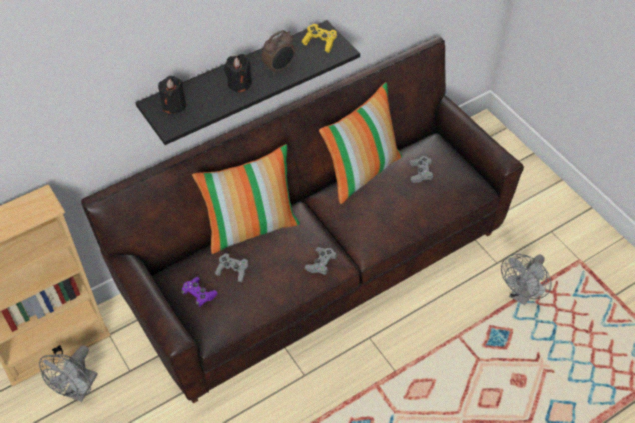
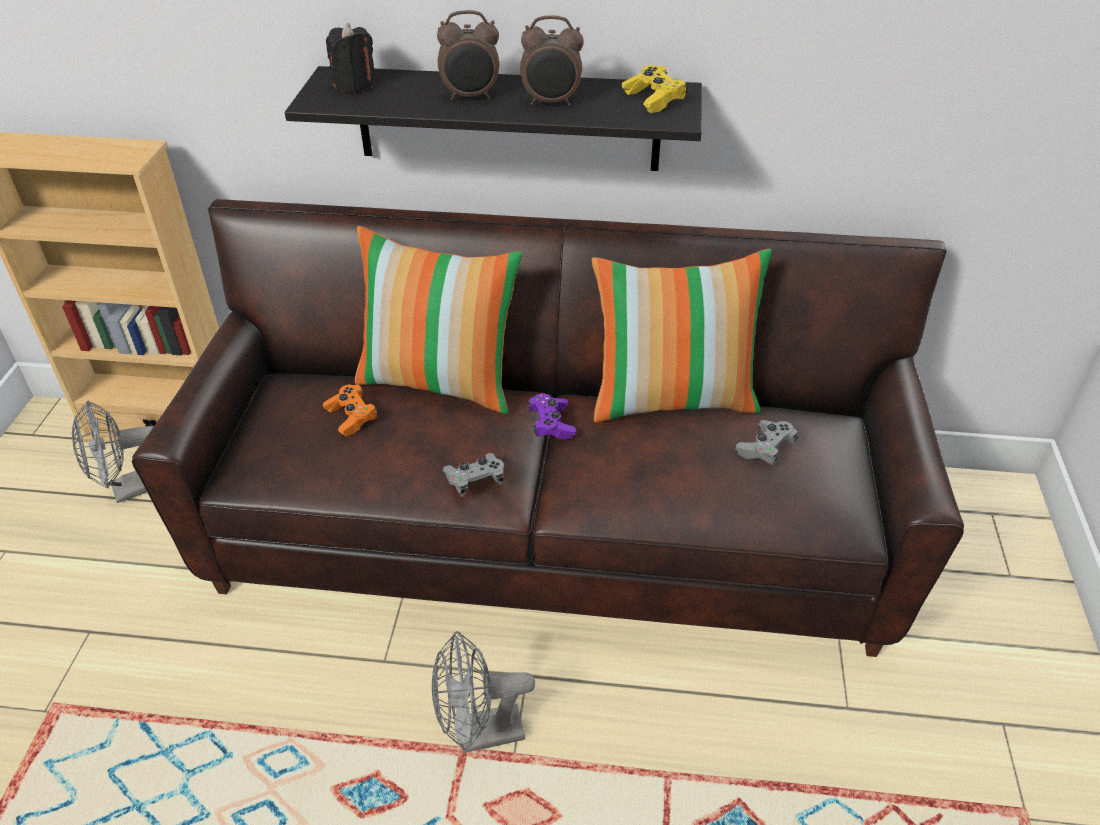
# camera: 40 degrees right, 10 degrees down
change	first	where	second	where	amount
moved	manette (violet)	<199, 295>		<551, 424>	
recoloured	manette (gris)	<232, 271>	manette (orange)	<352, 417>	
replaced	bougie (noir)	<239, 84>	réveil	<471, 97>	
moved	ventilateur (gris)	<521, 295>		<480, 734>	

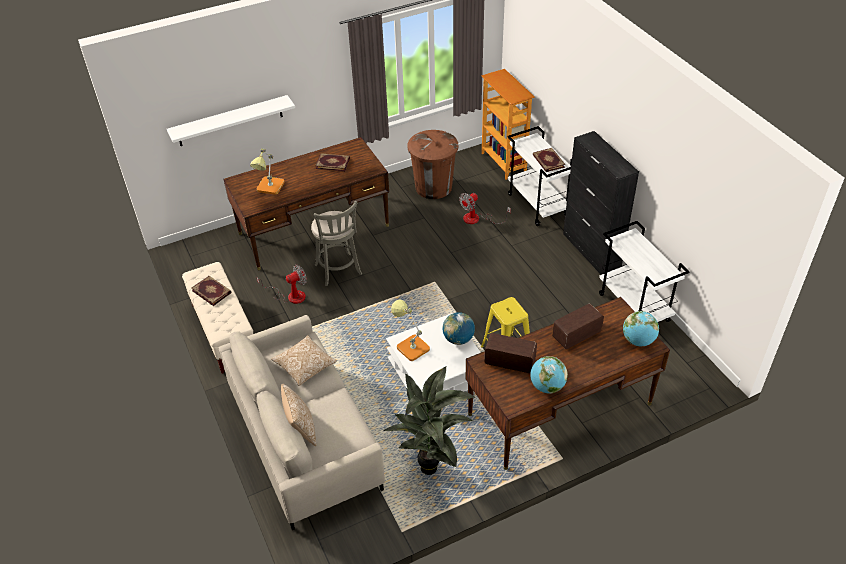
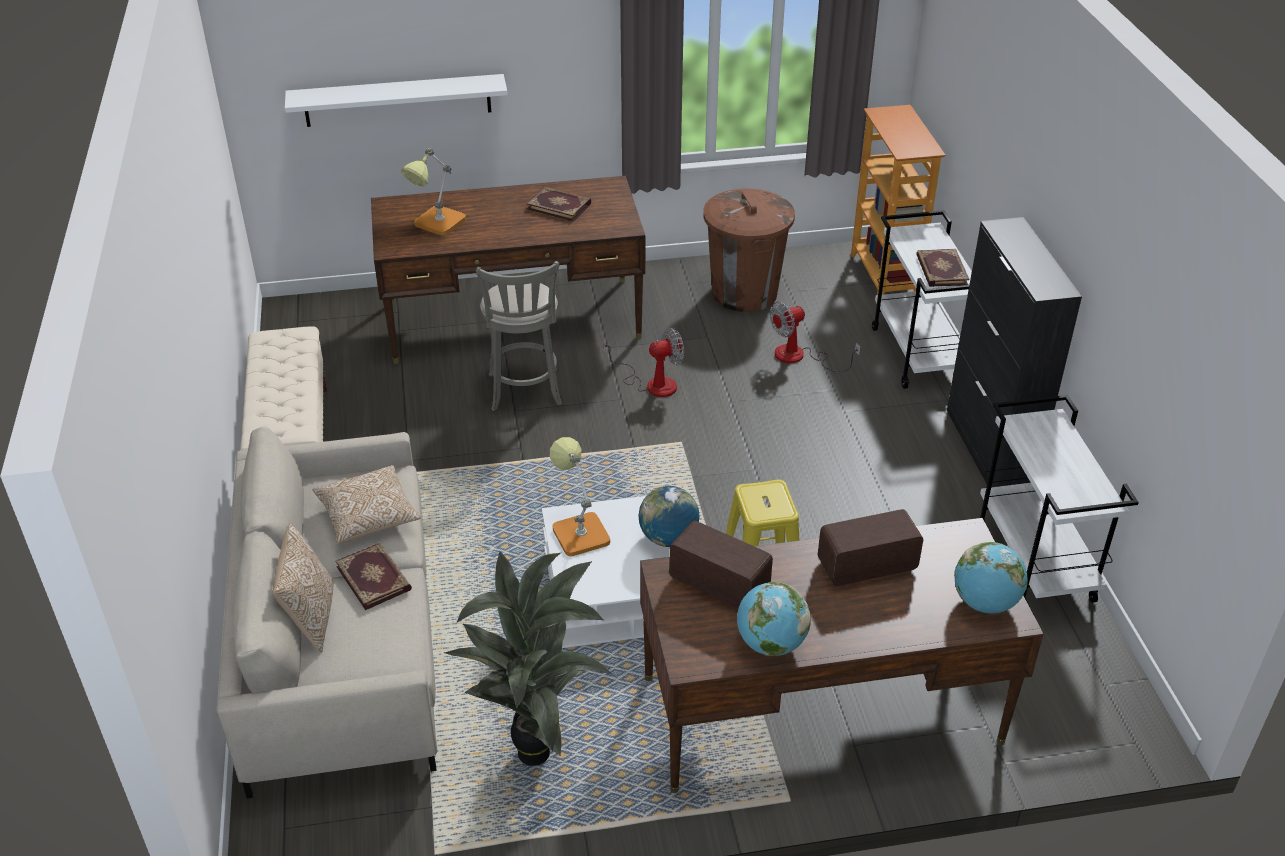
# camera: 15 degrees right, 5 degrees down
change	first	where	second	where	amount
moved	livre	<212, 291>		<375, 578>	
moved	ventilateur	<290, 296>		<652, 383>	

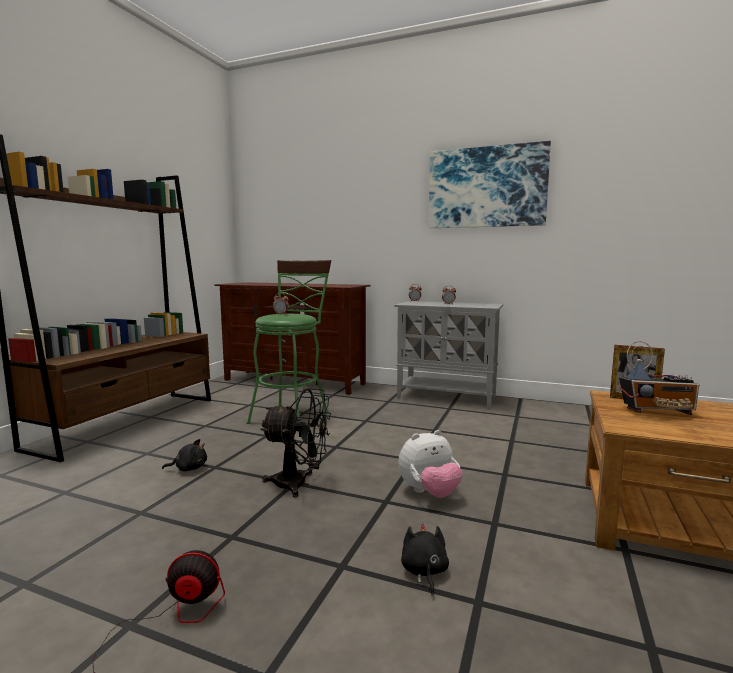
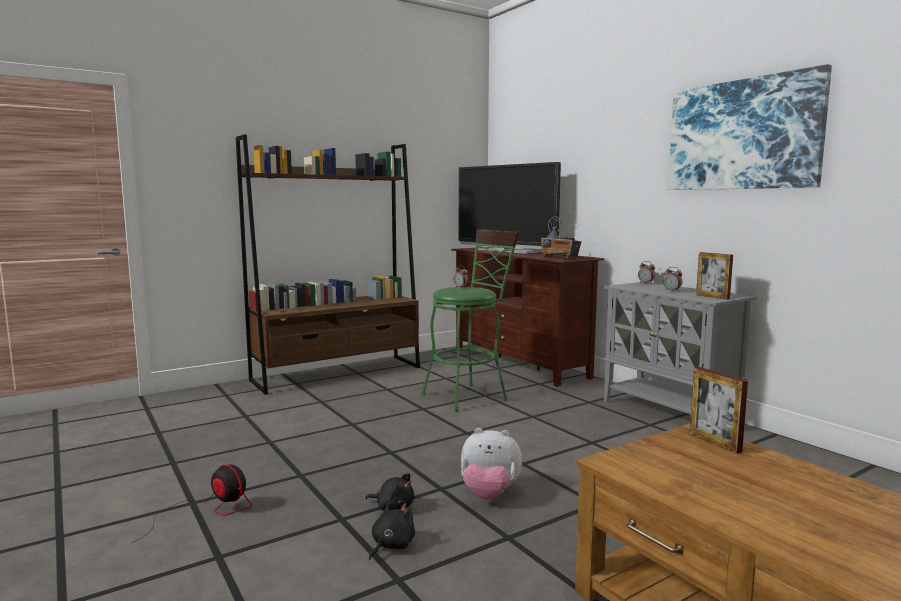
# camera: 35 degrees right, 0 degrees up
change	first	where	second	where	amount
moved	peluche (noir)	<189, 468>		<393, 507>	
removed	ventilateur (noir)	<299, 484>			
moved	radio	<657, 412>		<560, 258>	
added			téléviseur	<507, 251>	
added			cadre photo	<712, 297>	

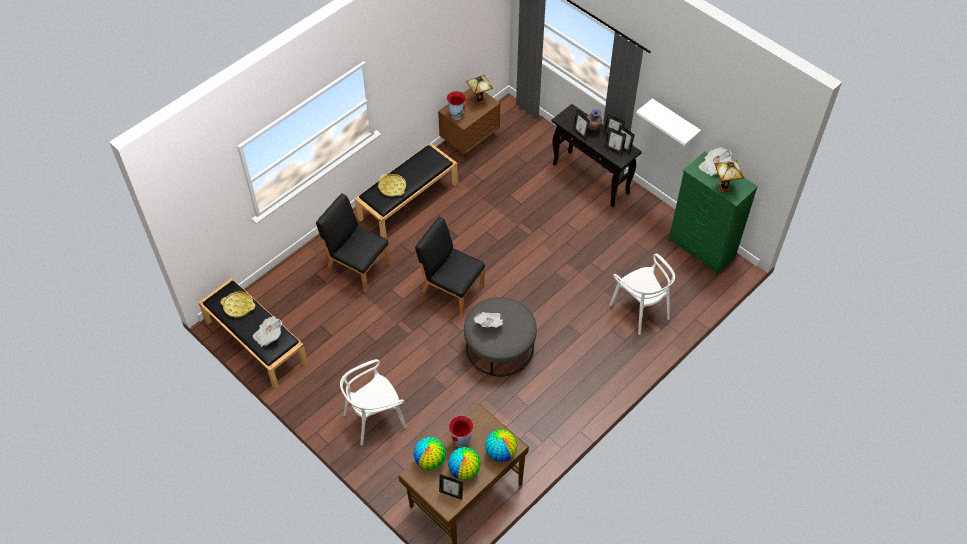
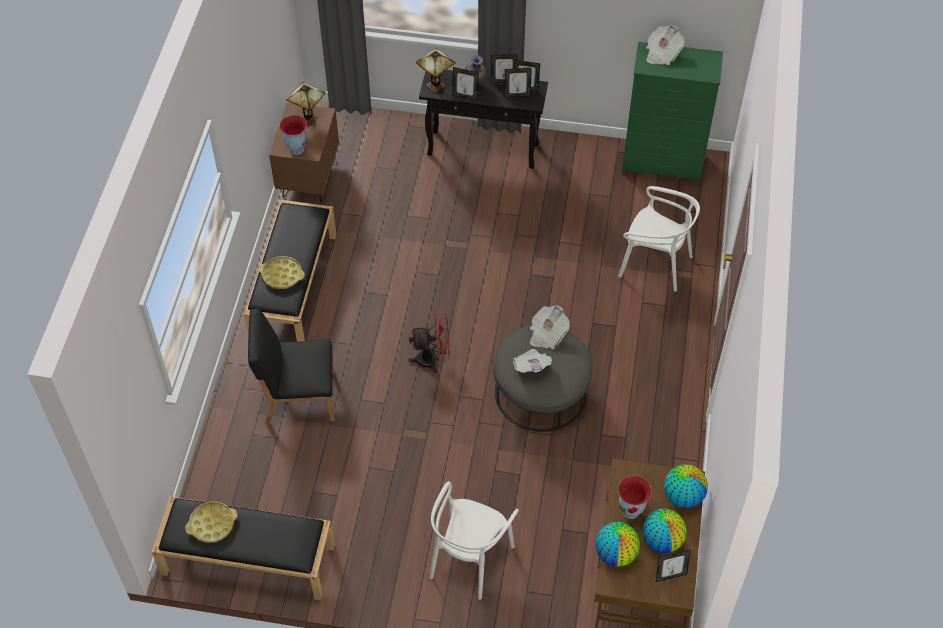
# camera: 35 degrees left, 0 degrees up
change	first	where	second	where	amount
moved	journal	<268, 335>		<547, 334>	
replaced	chaise (noir)	<451, 290>	ventilateur (rouge)	<432, 359>	
removed	étagère (blanc)	<675, 121>			
moved	lampe de table	<724, 187>		<436, 84>	

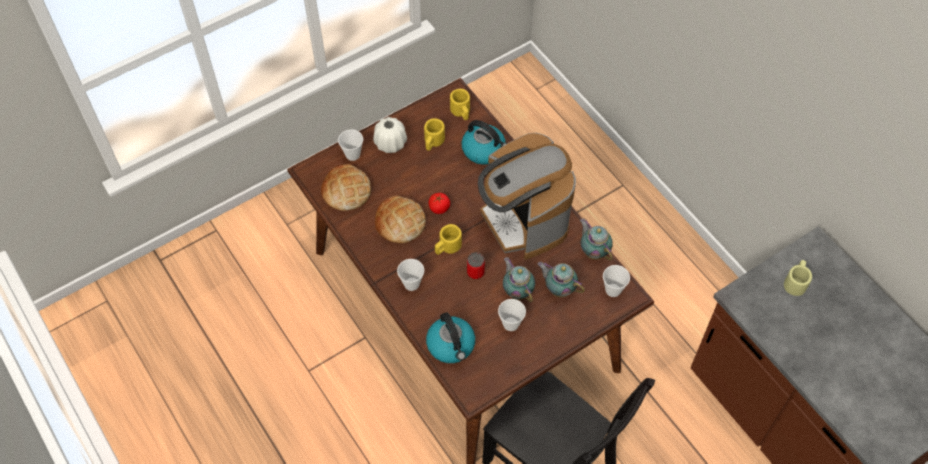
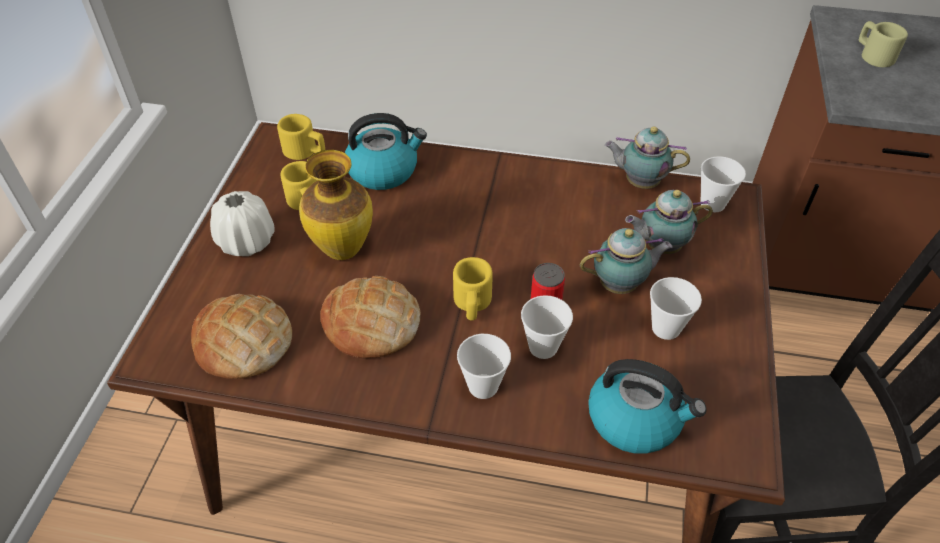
# camera: 45 degrees left, 10 degrees down
change	first	where	second	where	amount
moved	tasse	<352, 155>		<543, 347>	
removed	tomate	<439, 208>			
removed	machine à café	<523, 220>			
turned	théière	<517, 291>		<621, 285>	150 degrees clockwise
added			vase	<343, 249>	

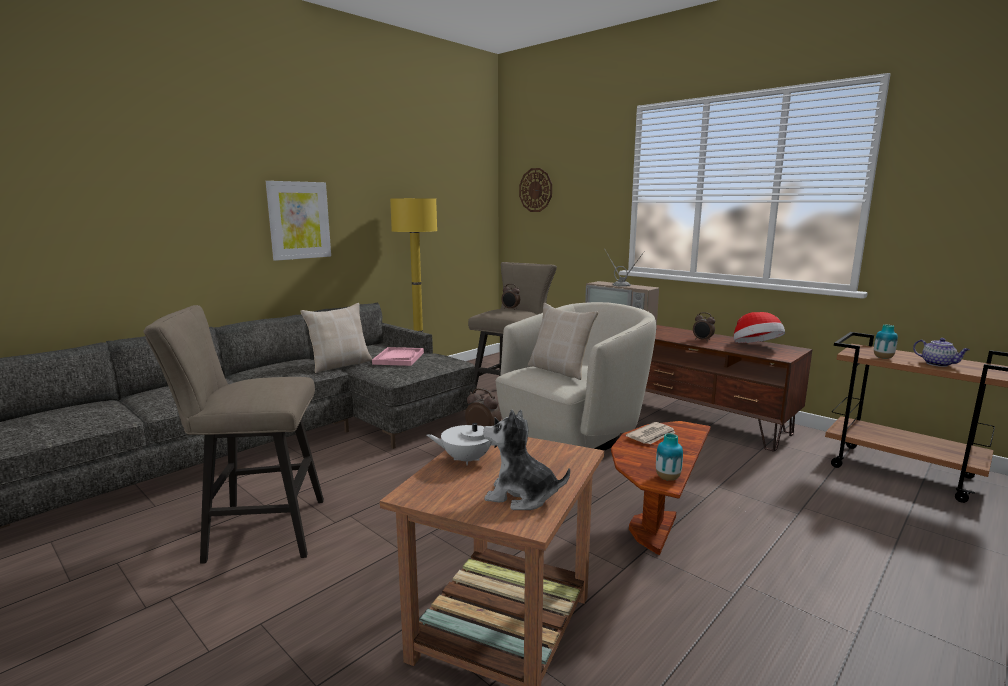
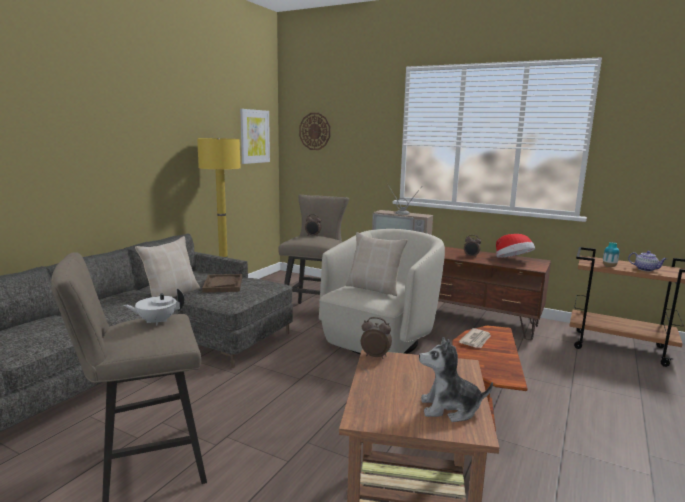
# camera: 15 degrees left, 0 degrees up
change	first	where	second	where	amount
moved	tableau	<299, 220>		<254, 136>	
recoloured	plateau (rose)	<398, 358>	plateau (marron)	<223, 284>	
moved	théière (blanc)	<466, 459>		<156, 321>	
removed	vase	<667, 478>			

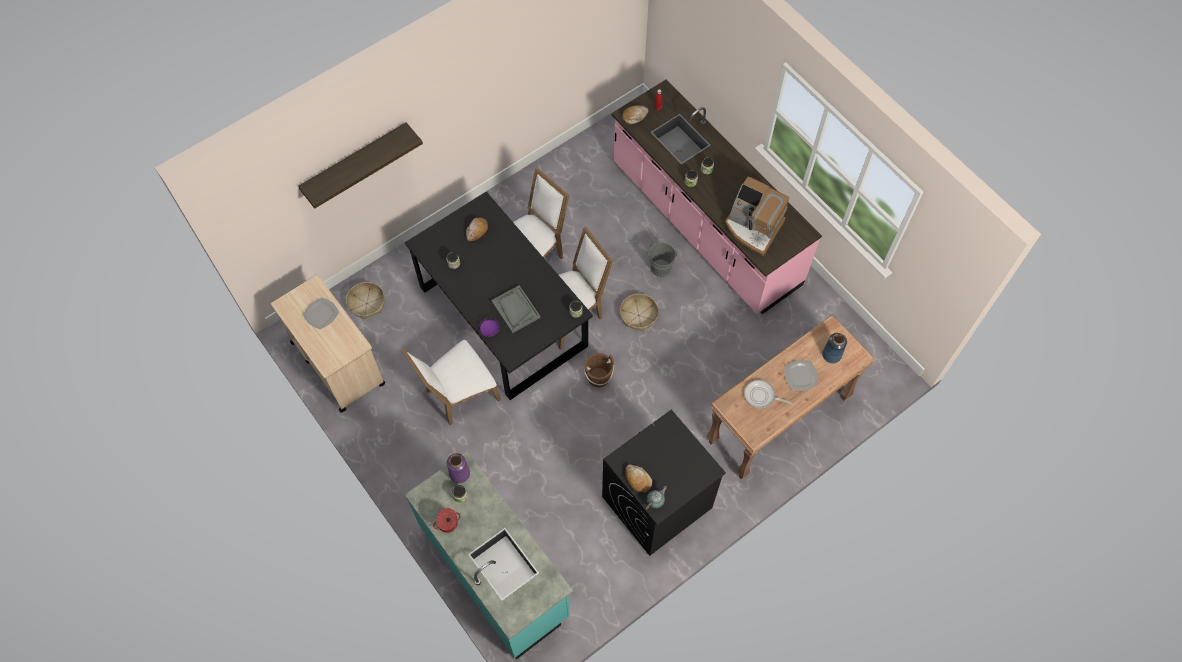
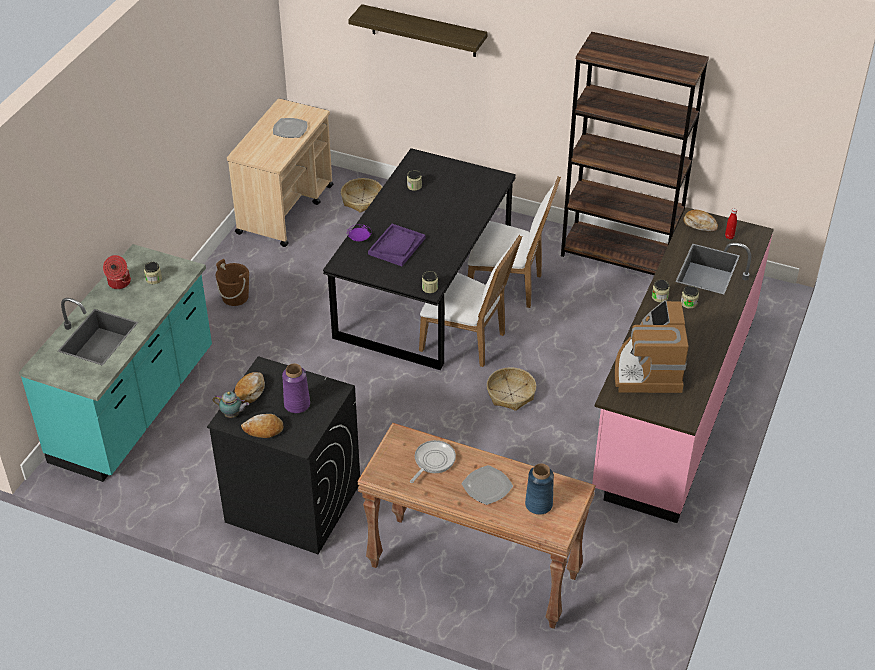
# camera: 60 degrees right, 20 degrees down
change	first	where	second	where	amount
removed	chaise (blanc)	<458, 395>			
moved	vase (violet)	<459, 474>		<297, 404>	
moved	pain	<477, 231>		<263, 430>	
recoloured	plateau (gris)	<515, 309>	plateau (violet)	<396, 246>	
moved	seau (marron)	<598, 377>		<235, 297>	
removed	seau (gris)	<660, 266>			
turned	poêle	<761, 396>		<433, 461>	45 degrees clockwise
added			bibliothèque (marron)	<619, 256>	

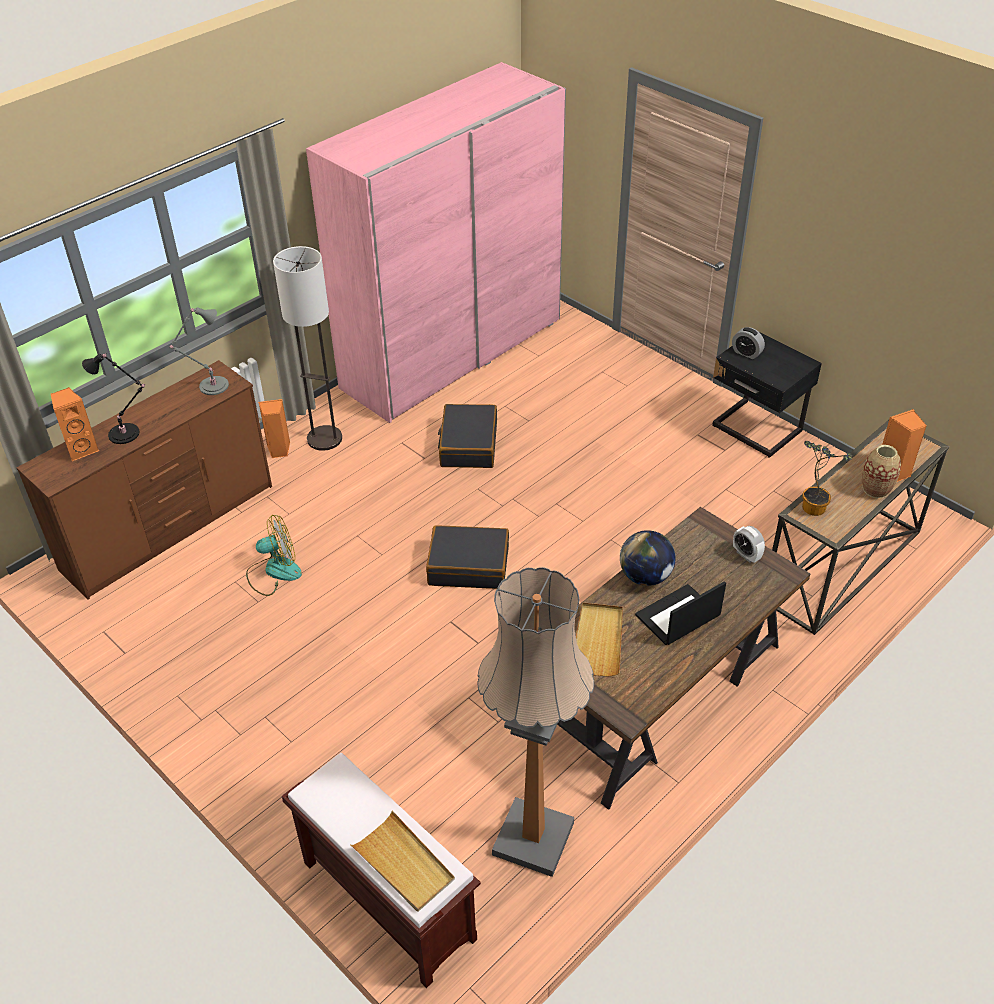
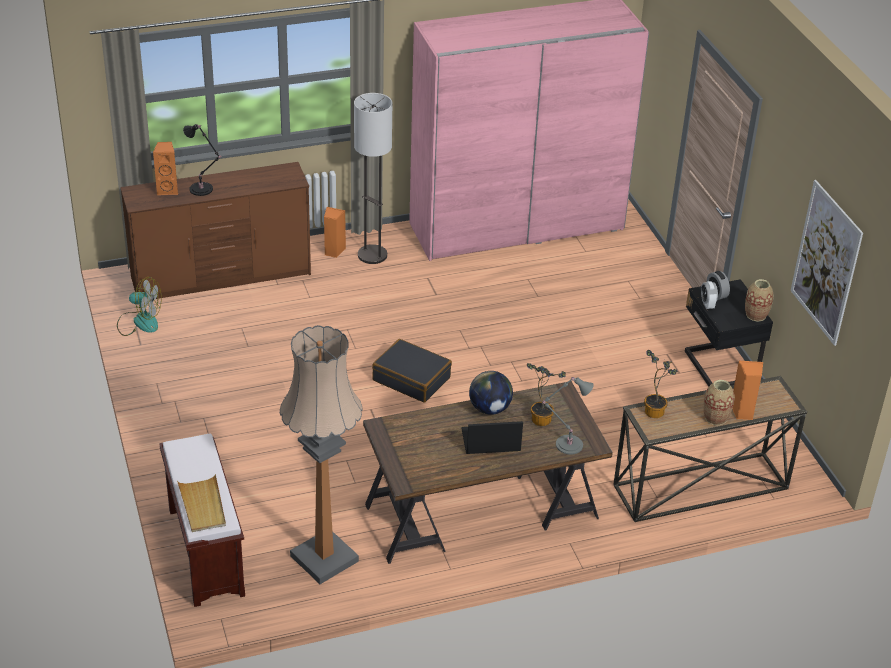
# camera: 25 degrees right, 5 degrees down
change	first	where	second	where	amount
moved	lampe de table (gris)	<211, 386>		<566, 444>	
moved	ventilateur	<274, 572>		<139, 322>	
removed	valise (noir)	<468, 445>			
removed	plateau (beige)	<598, 641>			
moved	réveil	<746, 555>		<707, 304>	
added			plante en pot	<541, 417>	
added			vase	<756, 315>	
added			tableau	<826, 263>	

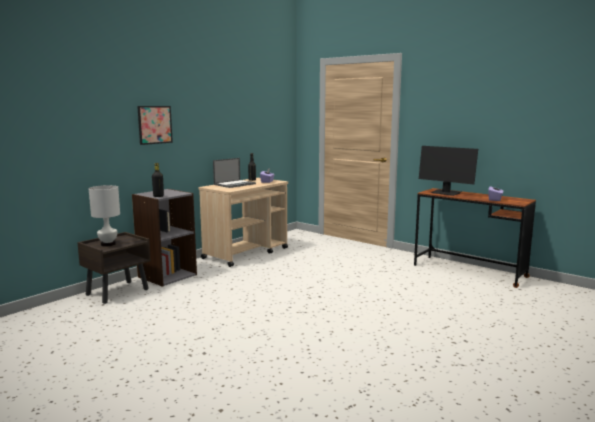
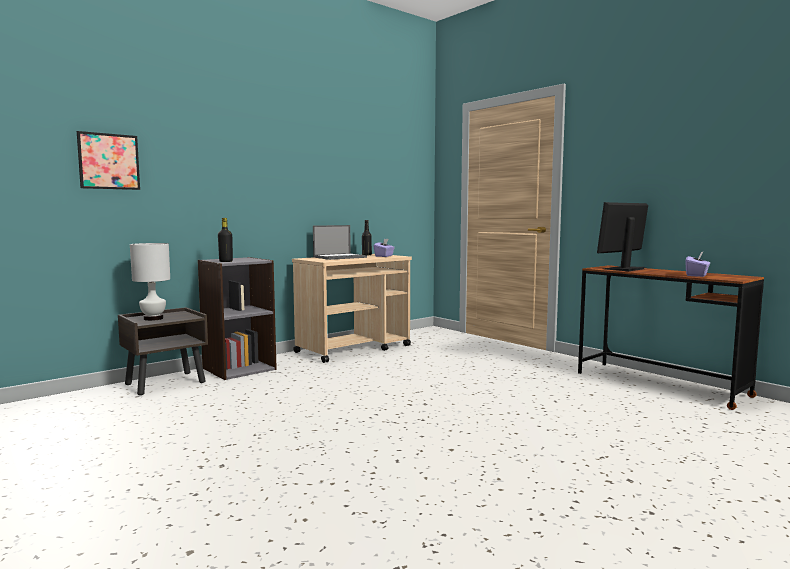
# camera: 10 degrees right, 5 degrees down
change	first	where	second	where	amount
moved	tableau	<155, 124>		<109, 161>	
turned	écran d'ordinateur	<446, 193>		<624, 269>	90 degrees clockwise

